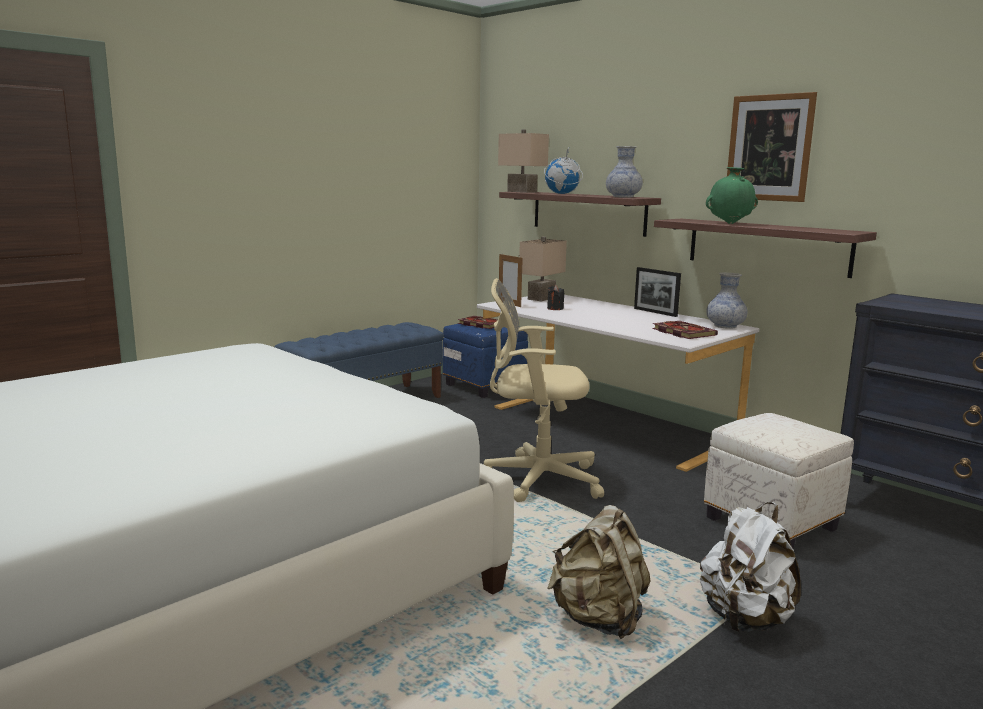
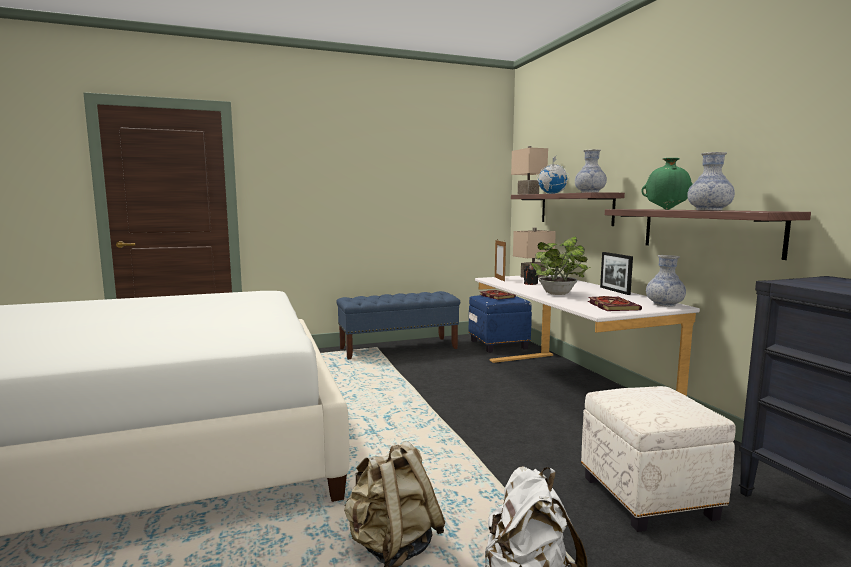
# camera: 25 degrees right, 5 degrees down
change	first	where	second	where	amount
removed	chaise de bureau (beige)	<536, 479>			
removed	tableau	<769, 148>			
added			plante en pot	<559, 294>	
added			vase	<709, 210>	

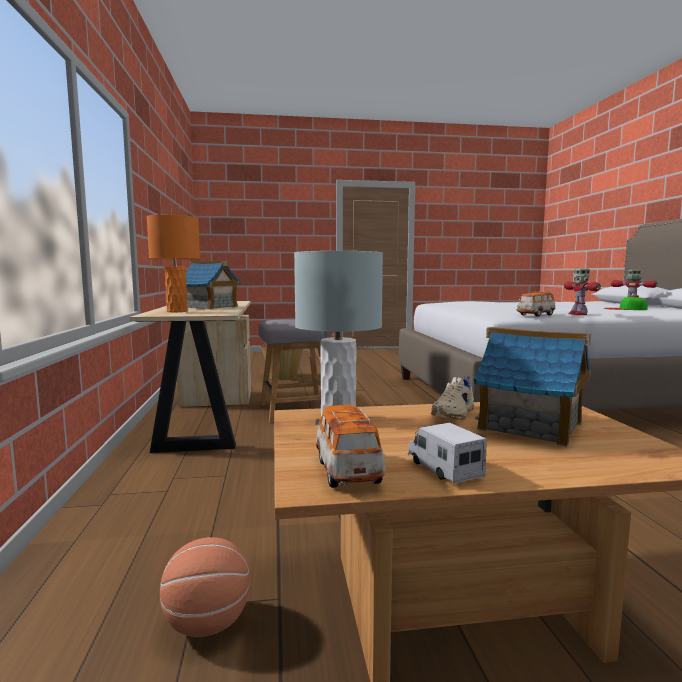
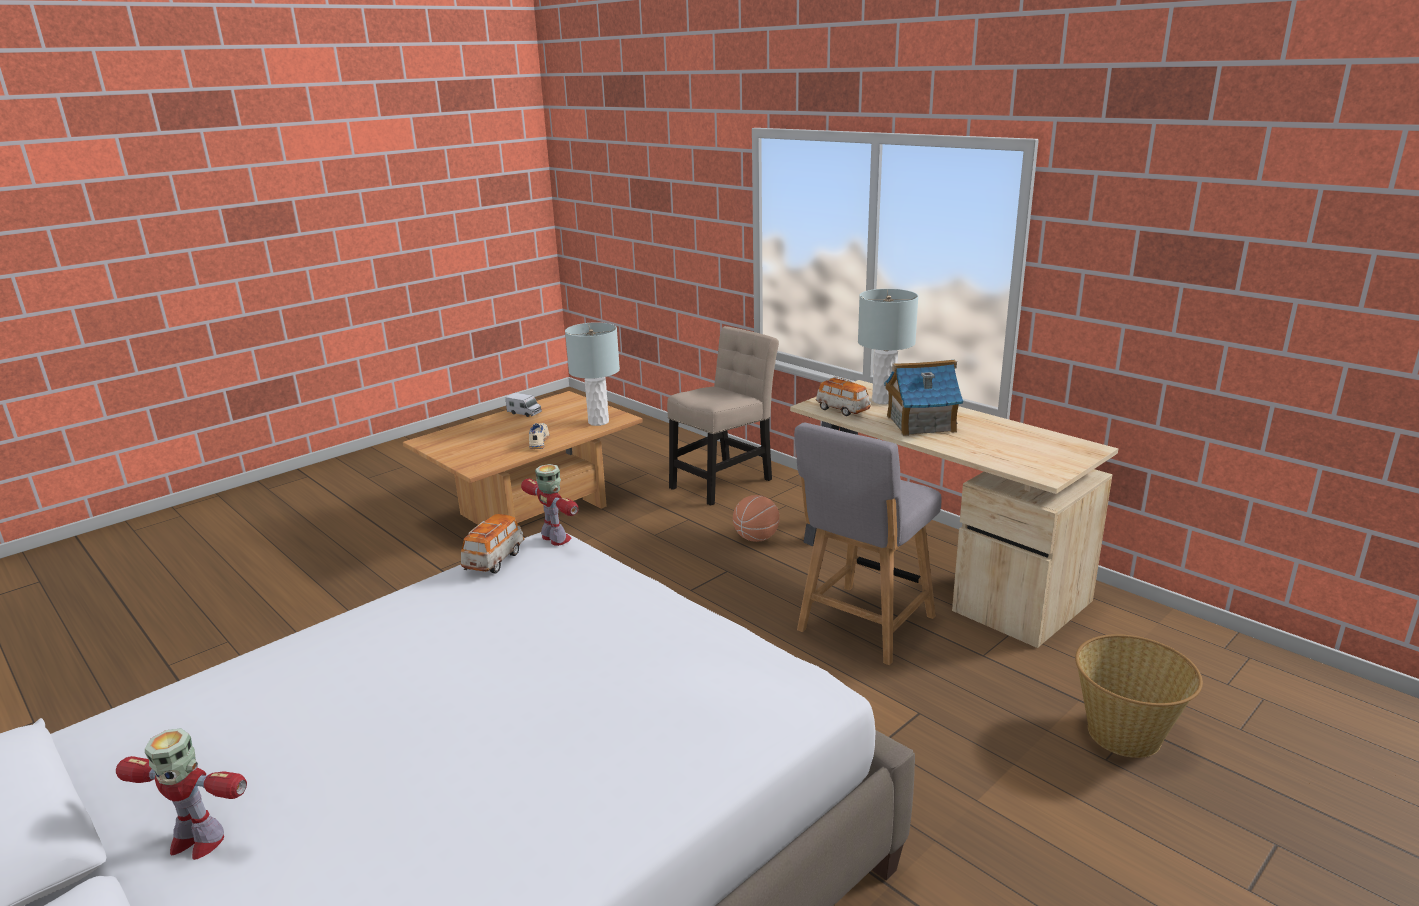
# camera: 145 degrees right, 15 degrees up
change	first	where	second	where	amount
recoloured	lampe de table (orange)	<177, 311>	lampe de table (gris)	<883, 400>	
moved	ballon de basket	<207, 623>		<756, 538>	
moved	petite voiture	<347, 471>		<842, 410>	
removed	maison miniature	<531, 426>			
moved	robot jouet	<577, 314>		<556, 539>	
removed	casquette	<625, 309>			
added			chaise (beige)	<724, 481>	

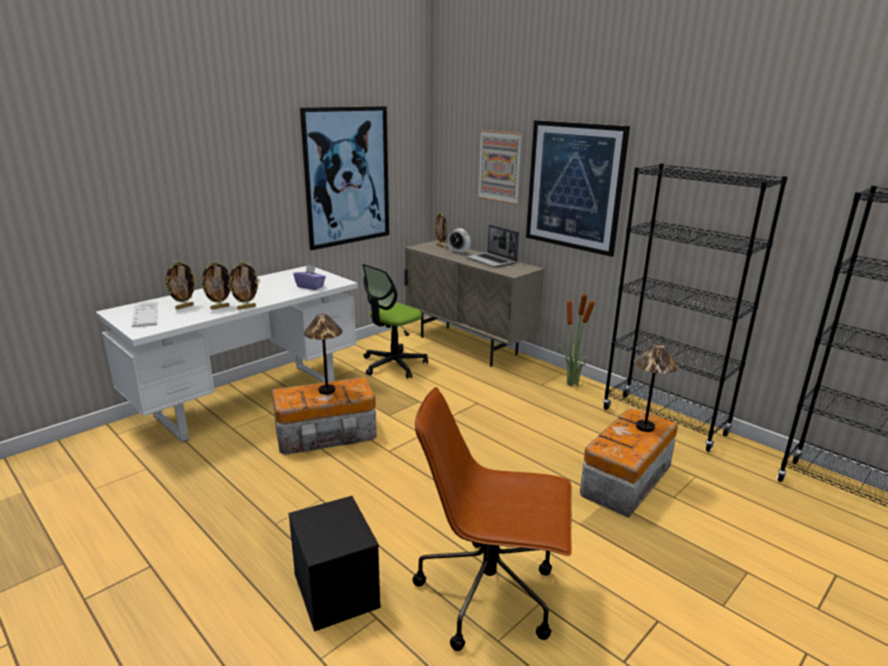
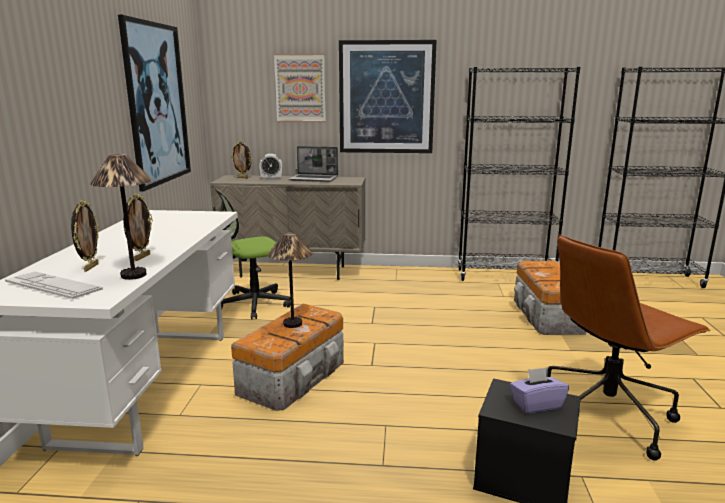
# camera: 40 degrees left, 5 degrees down
change	first	where	second	where	amount
removed	cadre photo	<246, 307>			
moved	boîte à mouchoirs (violet)	<310, 287>		<536, 404>	
turned	chaise de bureau	<393, 365>		<253, 304>	60 degrees clockwise
removed	plante en pot	<571, 384>			
moved	lampe de table	<645, 427>		<134, 275>	

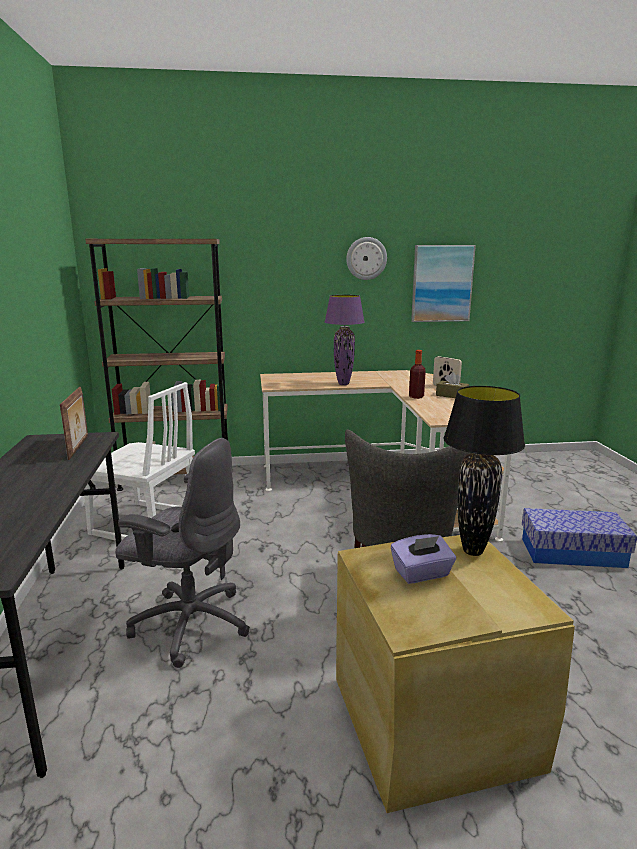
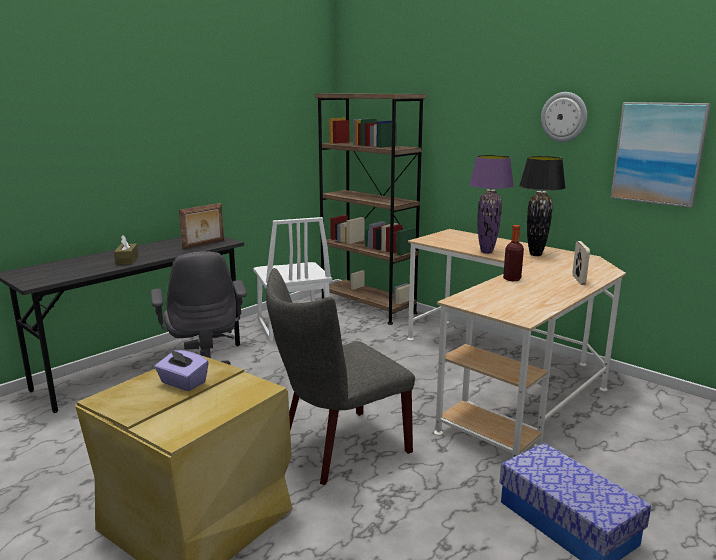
# camera: 50 degrees right, 0 degrees up
change	first	where	second	where	amount
moved	boîte à mouchoirs (marron)	<452, 395>		<127, 260>	
moved	lampe de table (noir)	<472, 551>		<535, 254>	

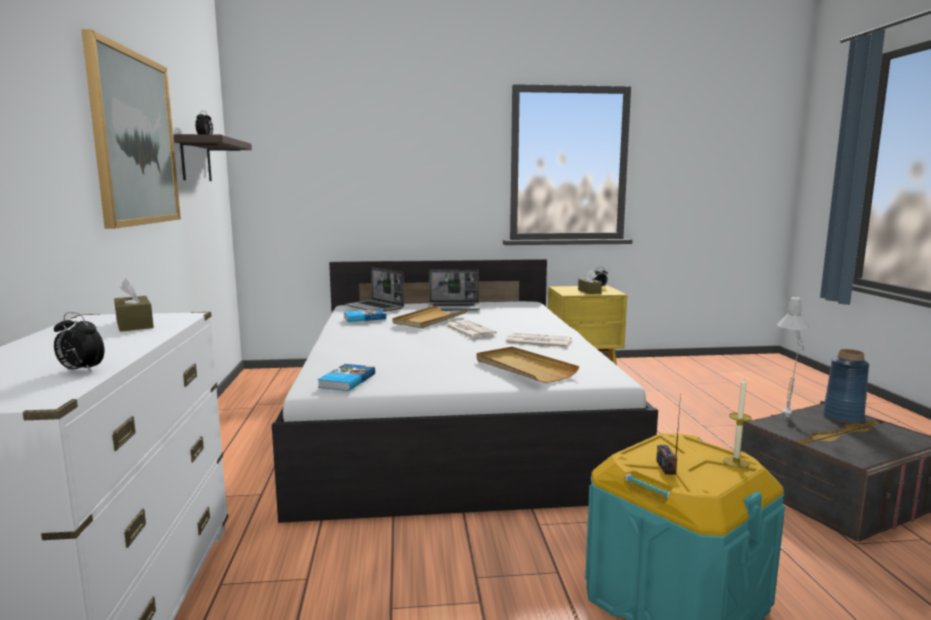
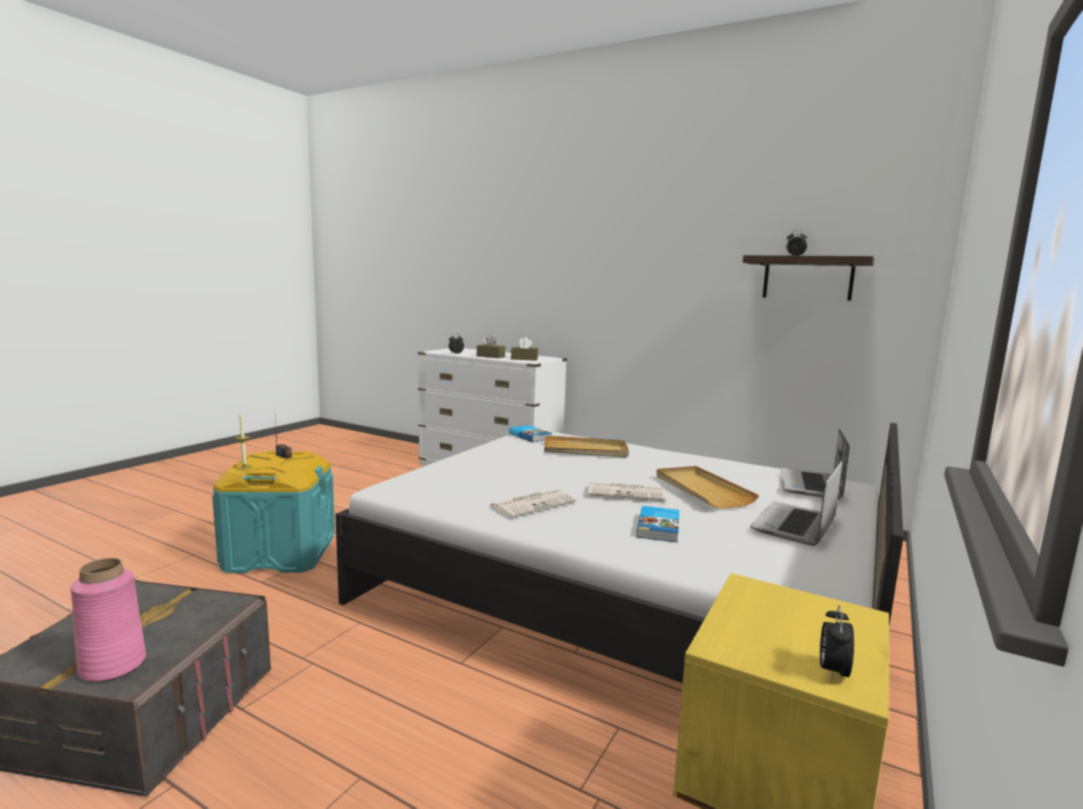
# camera: 125 degrees right, 0 degrees up
change	first	where	second	where	amount
removed	tableau	<134, 139>			
moved	livre	<364, 318>		<659, 527>	
turned	ordinateur portable	<375, 307>		<811, 485>	60 degrees counterclockwise
moved	plateau (beige)	<523, 368>		<585, 450>	
moved	boîte à mouchoirs (marron)	<589, 291>		<490, 356>	
removed	lampe de table (gris)	<788, 416>			
recoloured	vase (bleu)	<843, 417>	vase (rose)	<112, 666>	

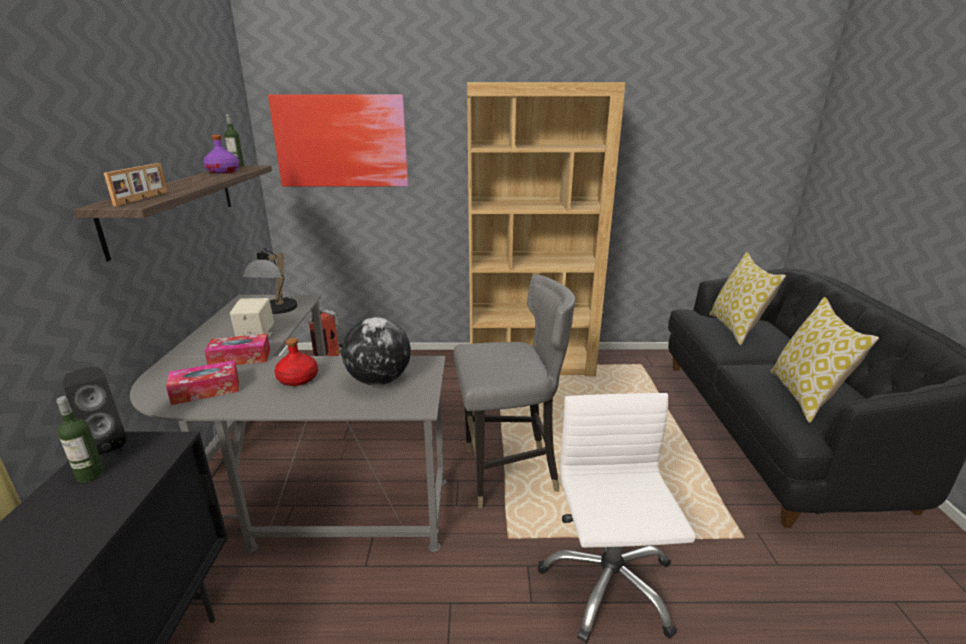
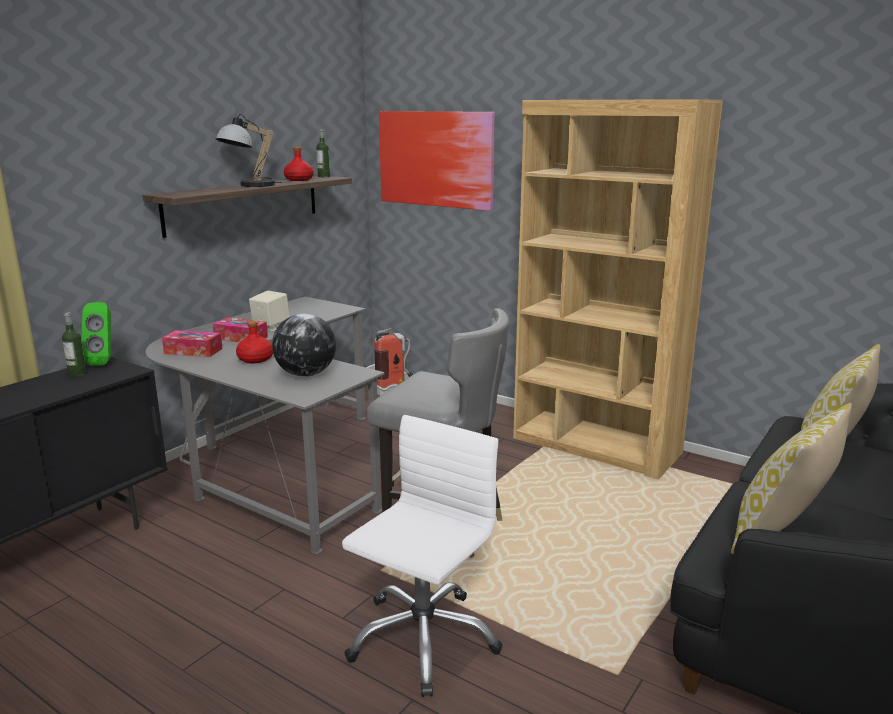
# camera: 35 degrees right, 5 degrees down
change	first	where	second	where	amount
recoloured	enceinte (noir)	<107, 443>	enceinte (vert)	<104, 362>	
removed	cadre photo	<143, 198>			
recoloured	bouteille (violet)	<223, 172>	bouteille (rouge)	<299, 180>	
moved	lampe de table	<276, 311>		<249, 186>	

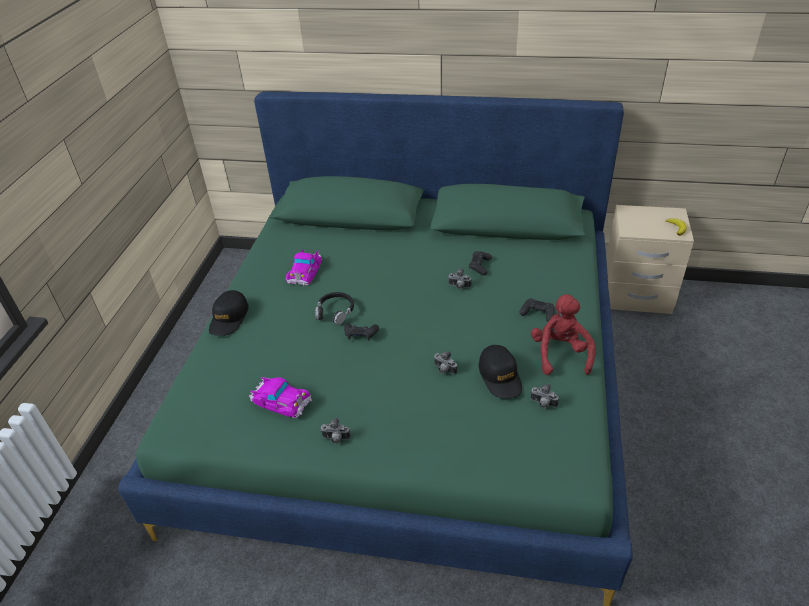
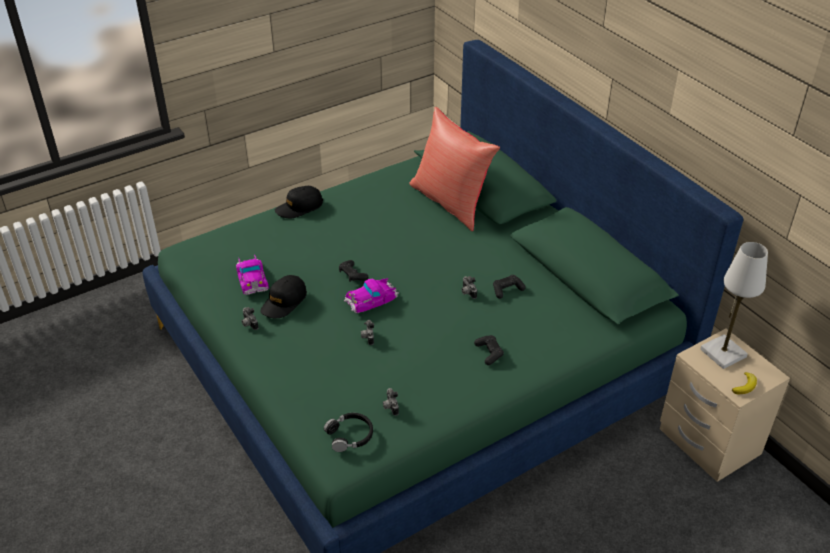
# camera: 45 degrees right, 0 degrees up
change	first	where	second	where	amount
moved	petite voiture	<305, 270>		<371, 298>	
moved	casque audio (noir)	<335, 312>		<350, 436>	
moved	casquette (noir)	<500, 377>		<284, 302>	
removed	peluche (rouge)	<560, 354>			
added			coussin (rouge)	<451, 202>	
added			lampe de table (blanc)	<722, 353>	

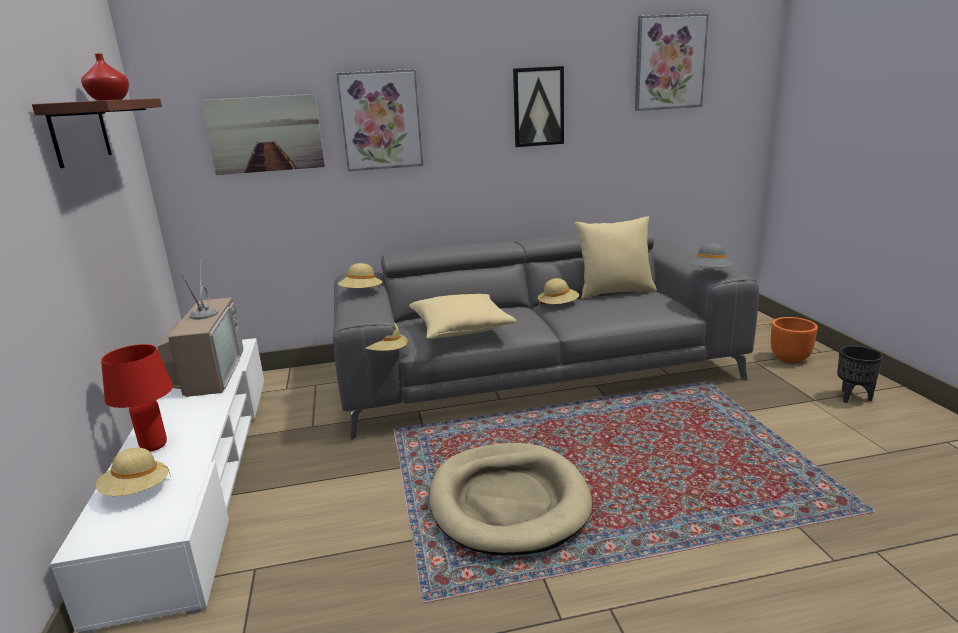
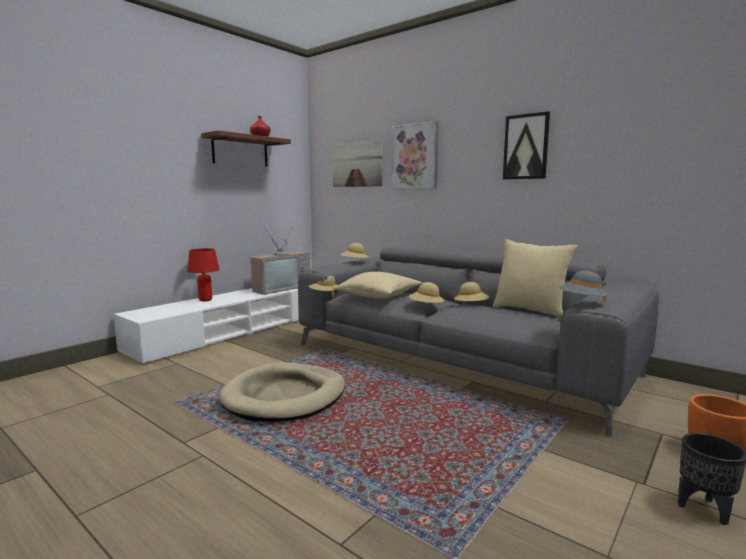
# camera: 50 degrees right, 10 degrees down
change	first	where	second	where	amount
moved	chapeau (beige)	<136, 491>		<426, 307>	
removed	tableau	<669, 62>			

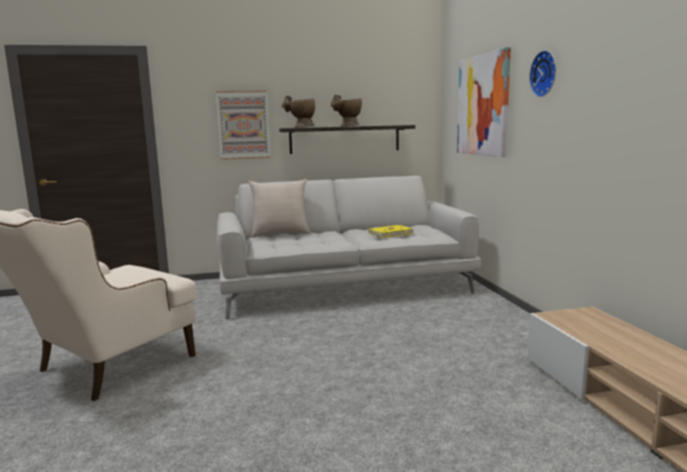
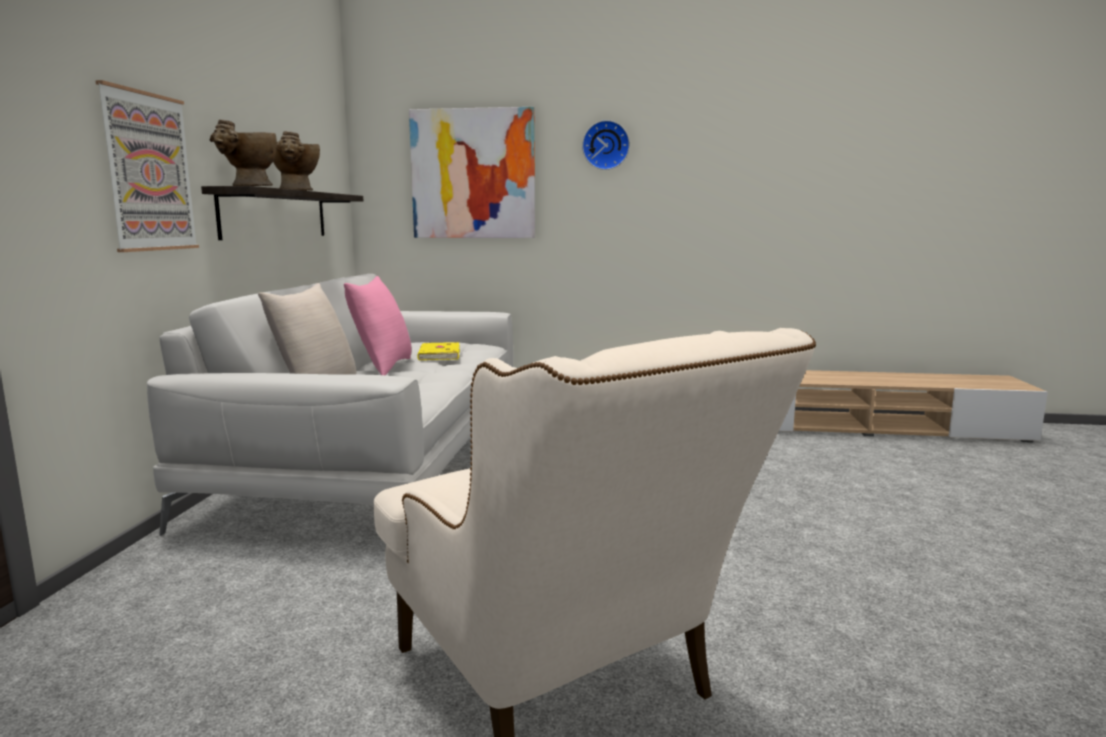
# camera: 70 degrees left, 0 degrees up
change	first	where	second	where	amount
added			coussin (rose)	<382, 367>	

